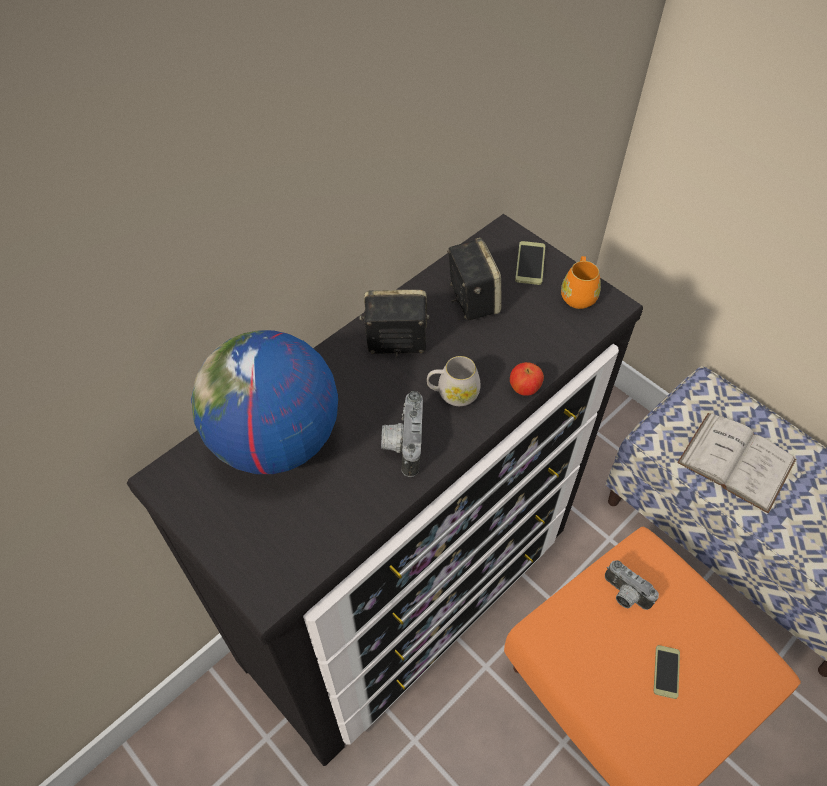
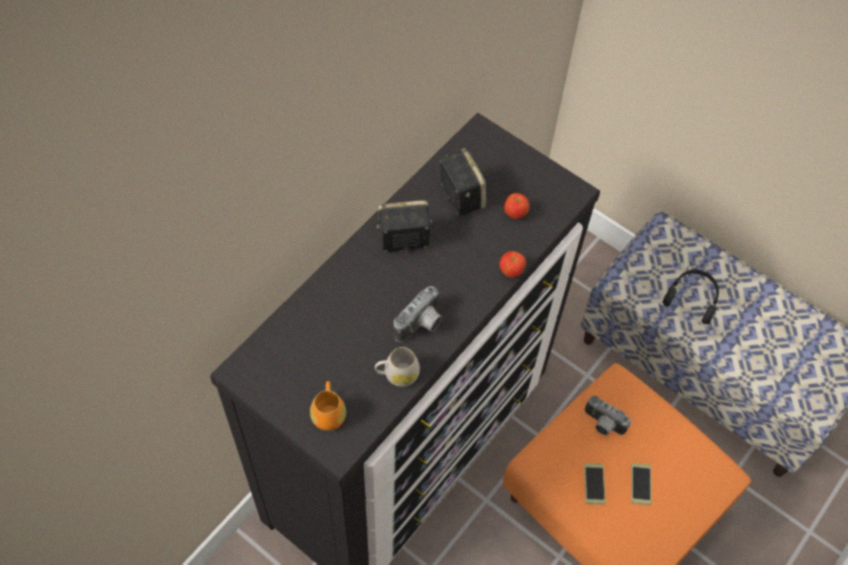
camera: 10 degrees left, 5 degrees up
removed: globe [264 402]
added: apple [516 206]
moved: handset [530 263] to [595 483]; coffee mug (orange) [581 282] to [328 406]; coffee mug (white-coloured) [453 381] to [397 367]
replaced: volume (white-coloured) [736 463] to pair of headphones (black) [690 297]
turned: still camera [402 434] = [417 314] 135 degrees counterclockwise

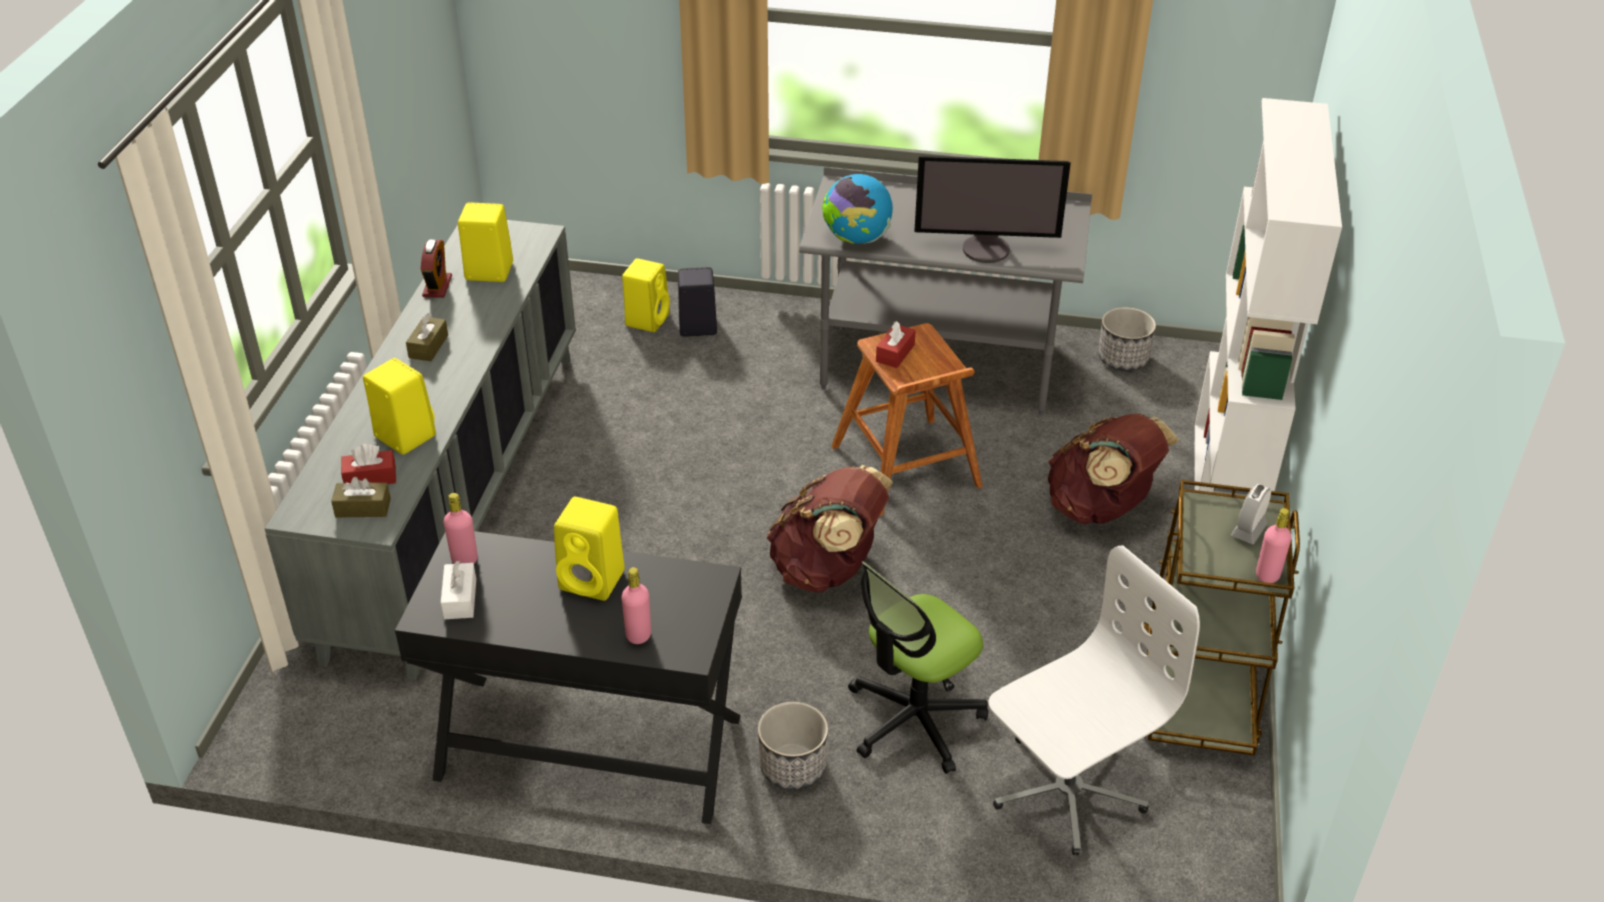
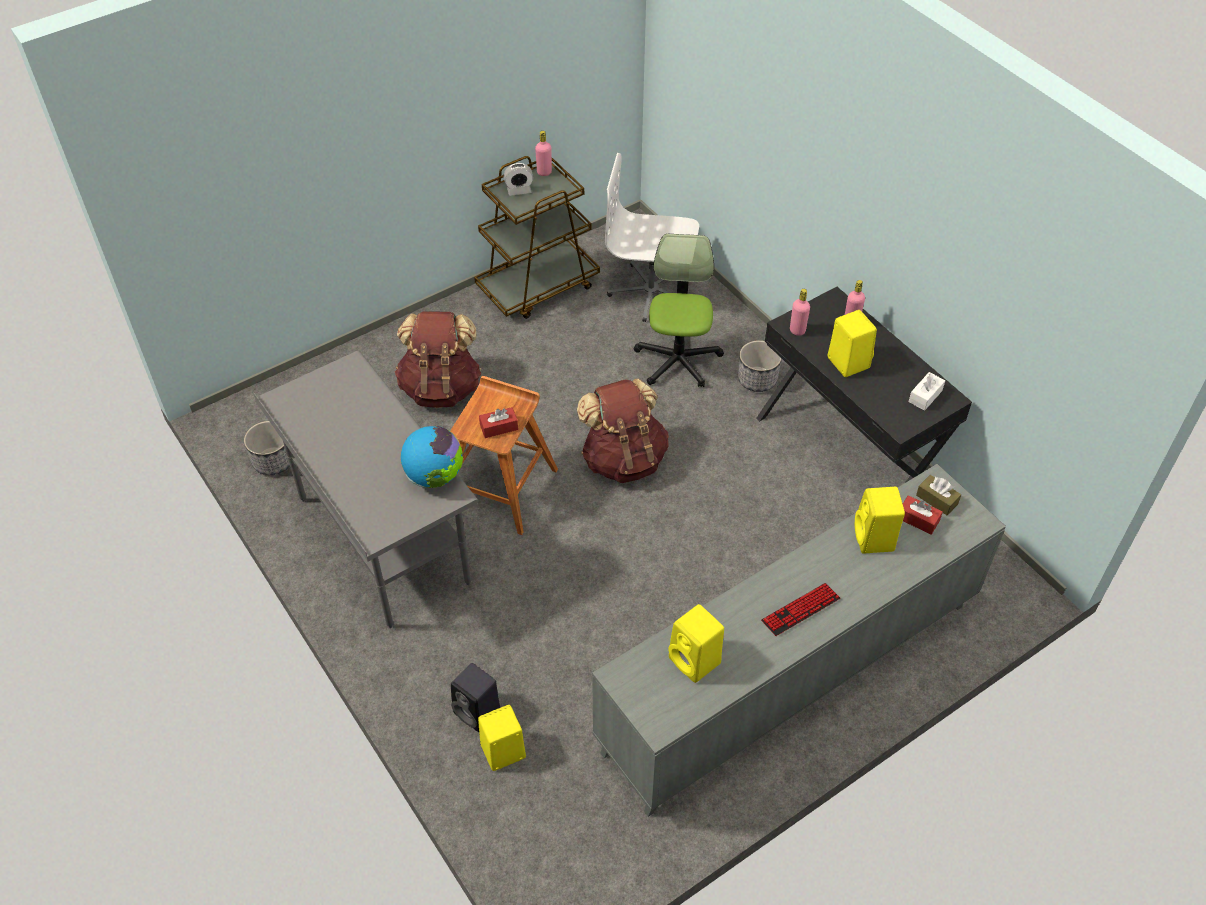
camera: 135 degrees left, 10 degrees up
removed: shelving unit (white-coloured) [1268 297]; monitor [992 209]; alarm clock [436 268]
moved: bottle (pink) [461 528] to [800 312]
replaced: tissue box (brown-coloured) [427 337] to keyboard [800 609]
turned: computer chair [918 668] = [678 310] 90 degrees counterclockwise

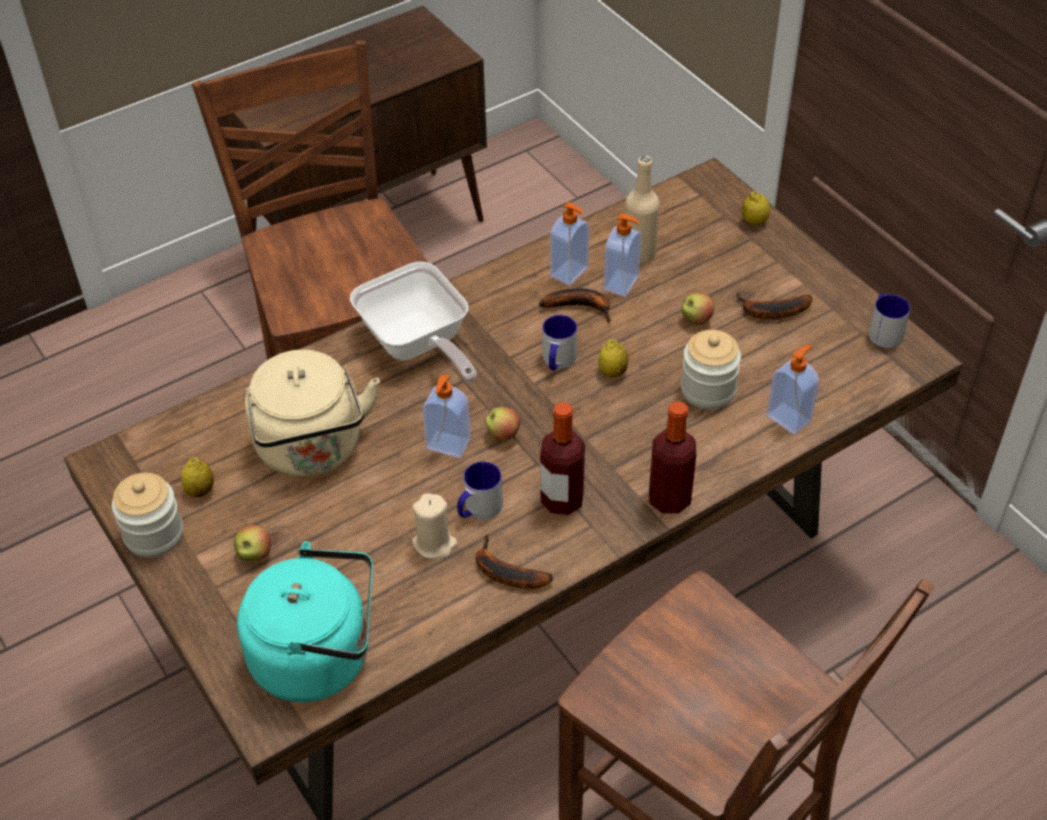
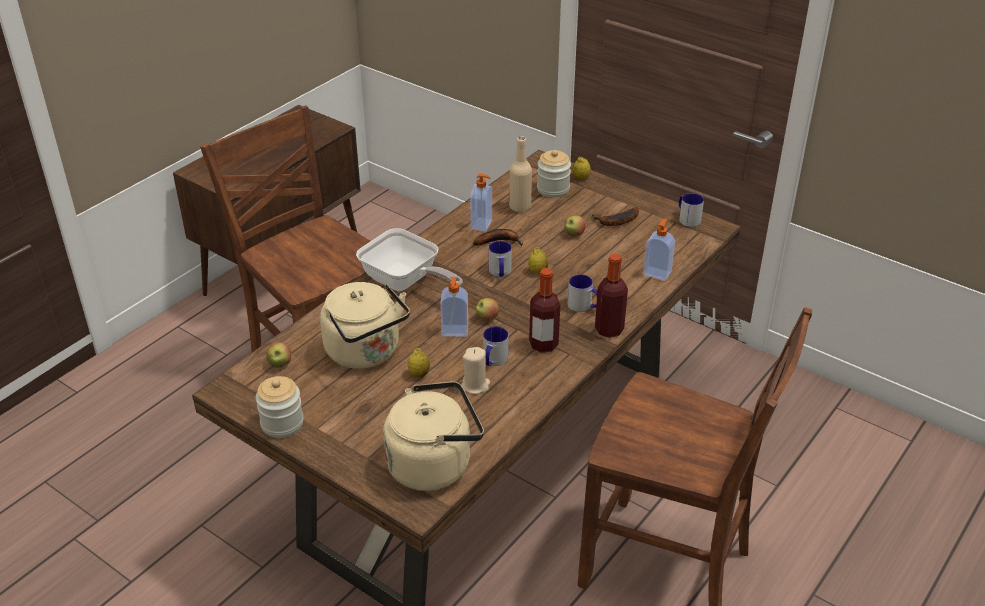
camera: 20 degrees left, 10 degrees down
removed: soap dispenser [622 255]; whole banana [514 561]
added: coffee mug [582 293]
moved: preserve jar [711 369] to [554 174]; whole lemon [197 477] to [419 362]; apple [252 543] to [278 355]
recoloured: water kettle (blue-green) [305 621] to water kettle (sand-coloured) [433 436]

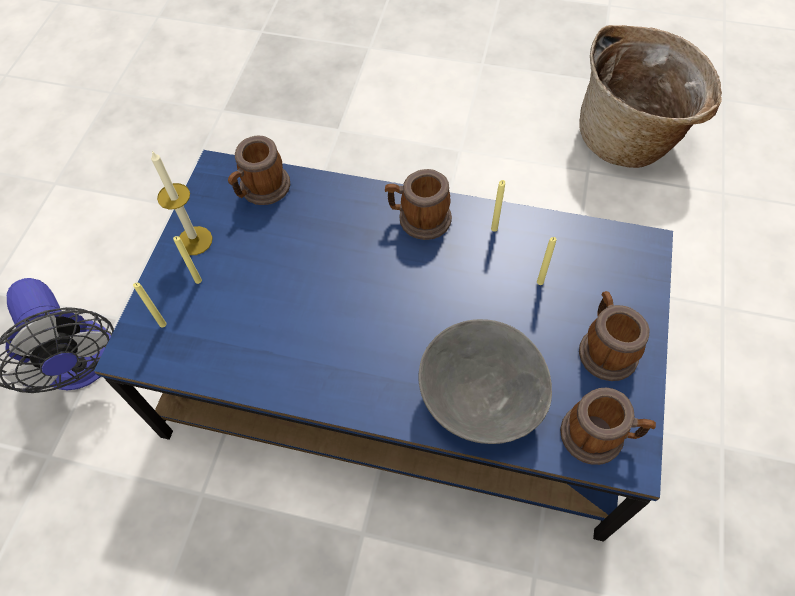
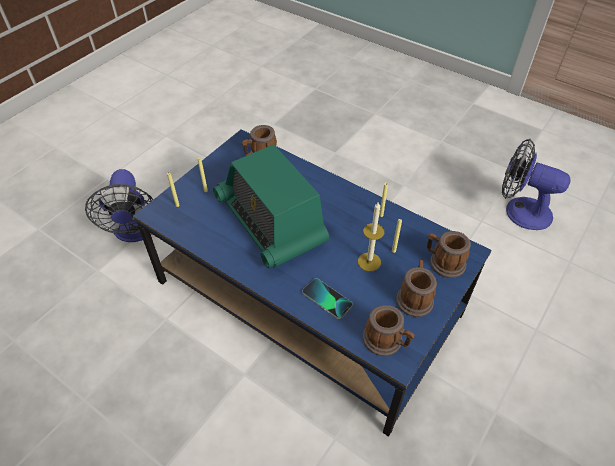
camera: 20 degrees right, 10 degrees down
added: radio set [271 206]
moved: wax light [182 203] to [371 236]; coffee mug [418 204] to [449 254]
replaced: basket [650 96] to electric fan [536 184]; bowl (grey) [485 381] to handset [327 298]

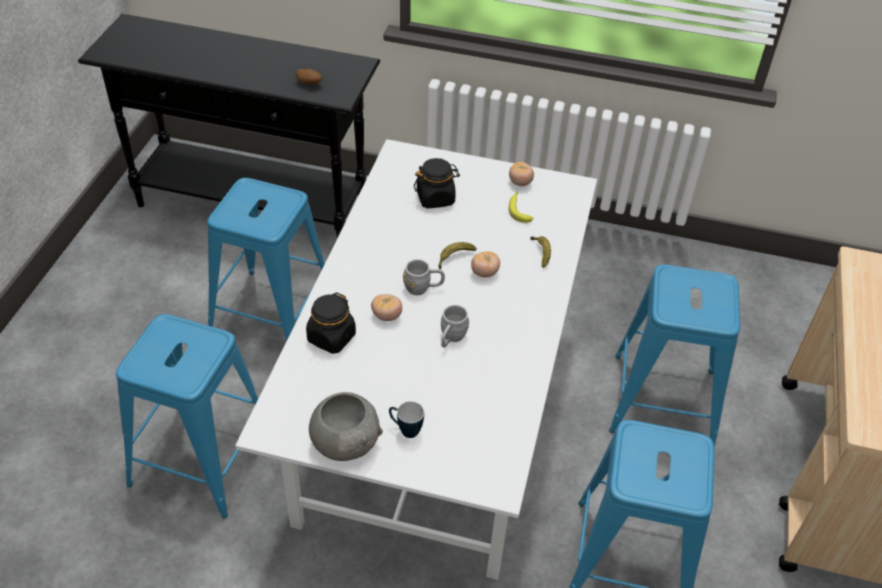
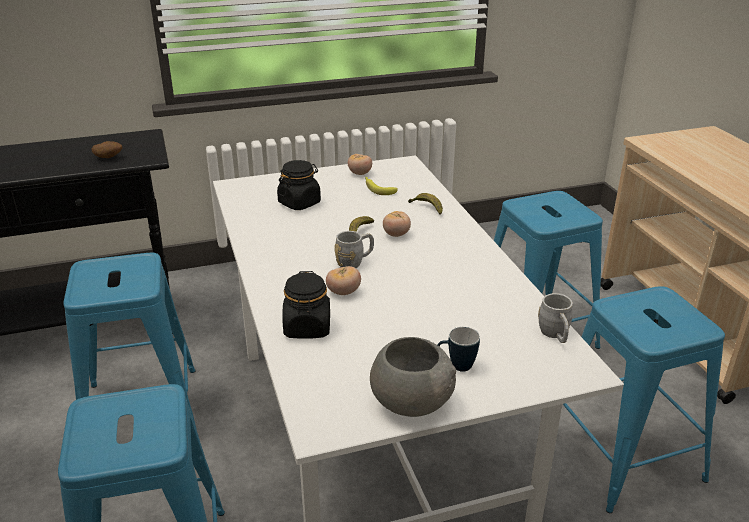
camera: 30 degrees left, 15 degrees down
moved: coffee mug (grey) [455 326] to [555 318]

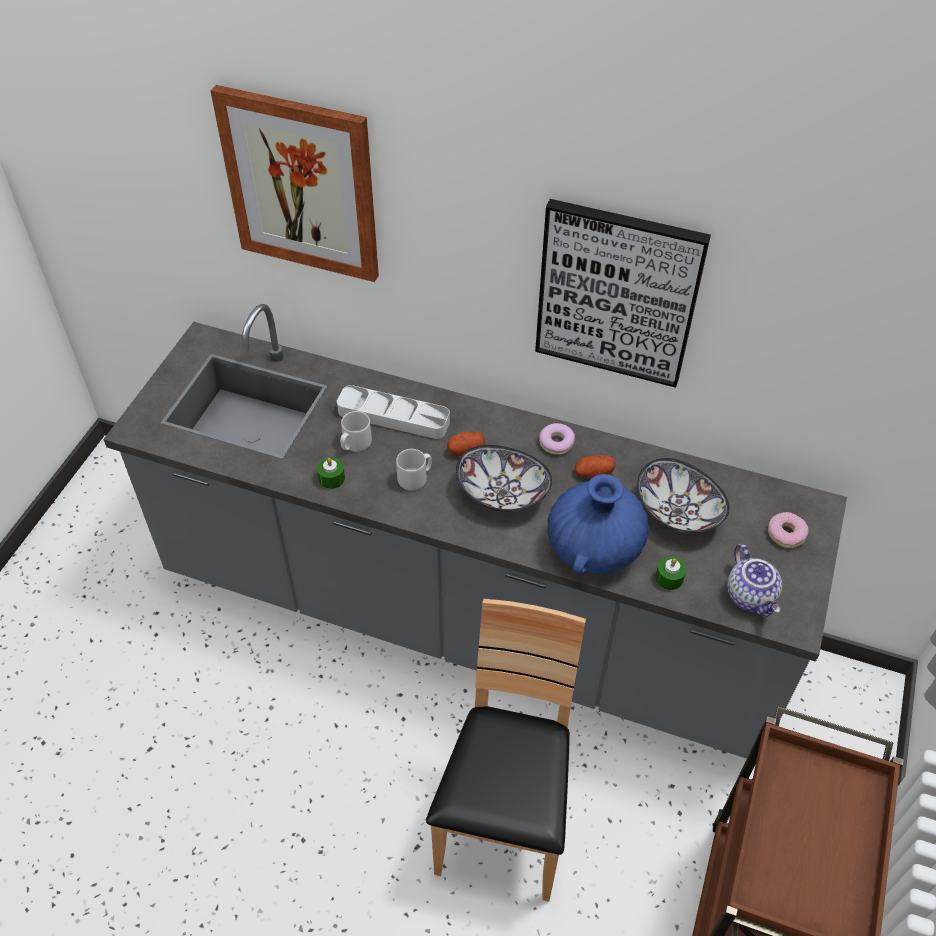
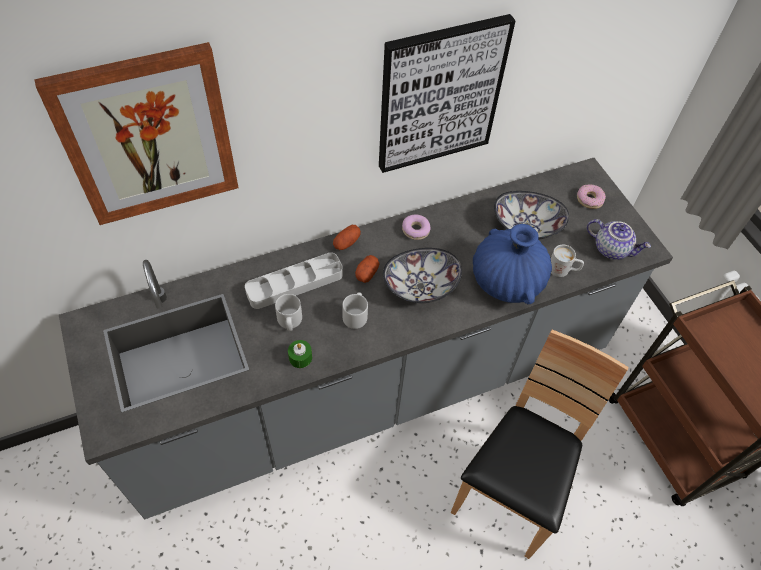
camera: 45 degrees left, 5 degrees up
moved: whole potato [595 466] to [347 237]
replaced: wax light (greenish) [671 573] to coffee mug (white-coloured) [567 261]
turned: plain chair (brown-coloured) [506 750] = [540 444] 60 degrees clockwise

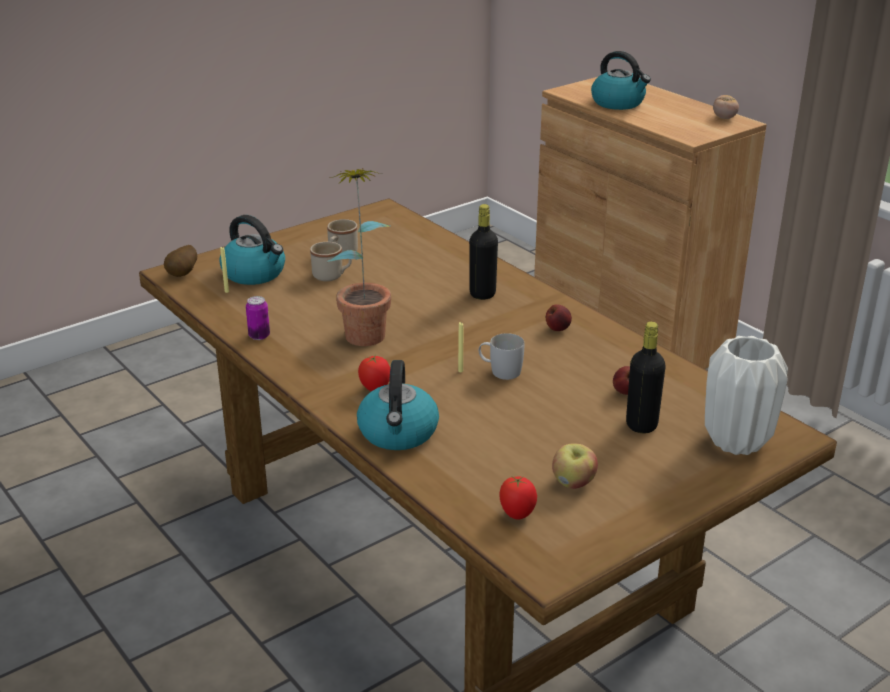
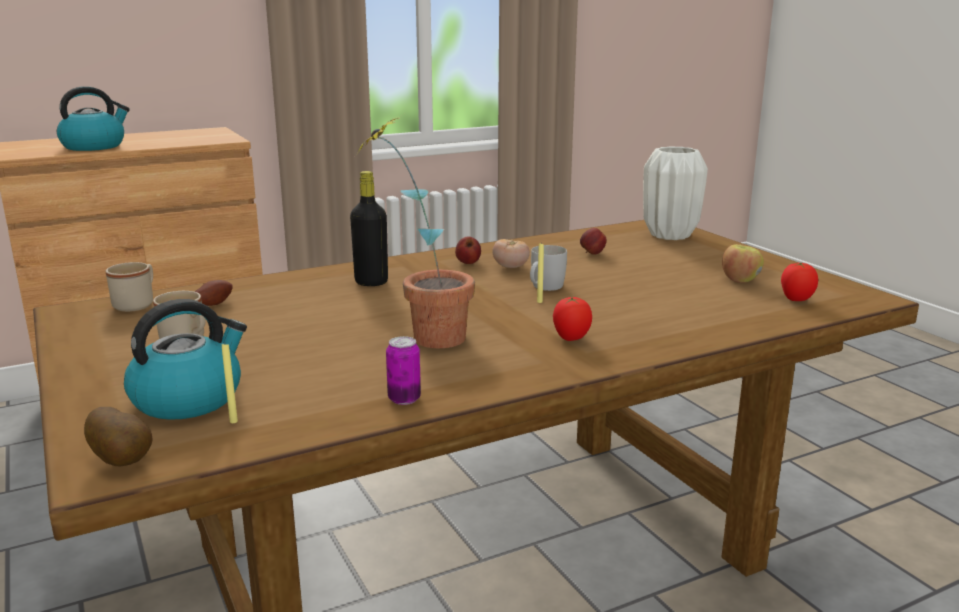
camera: 80 degrees left, 10 degrees down
removed: bottle (black) [646 377]; water kettle [398 405]
added: whole potato [213 293]
moved: whole tomato [726 107] to [511 253]; coffee mug (sand-coloured) [331 261] to [129 287]

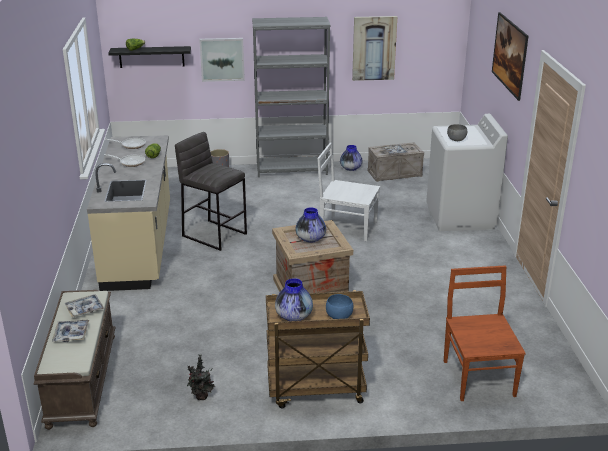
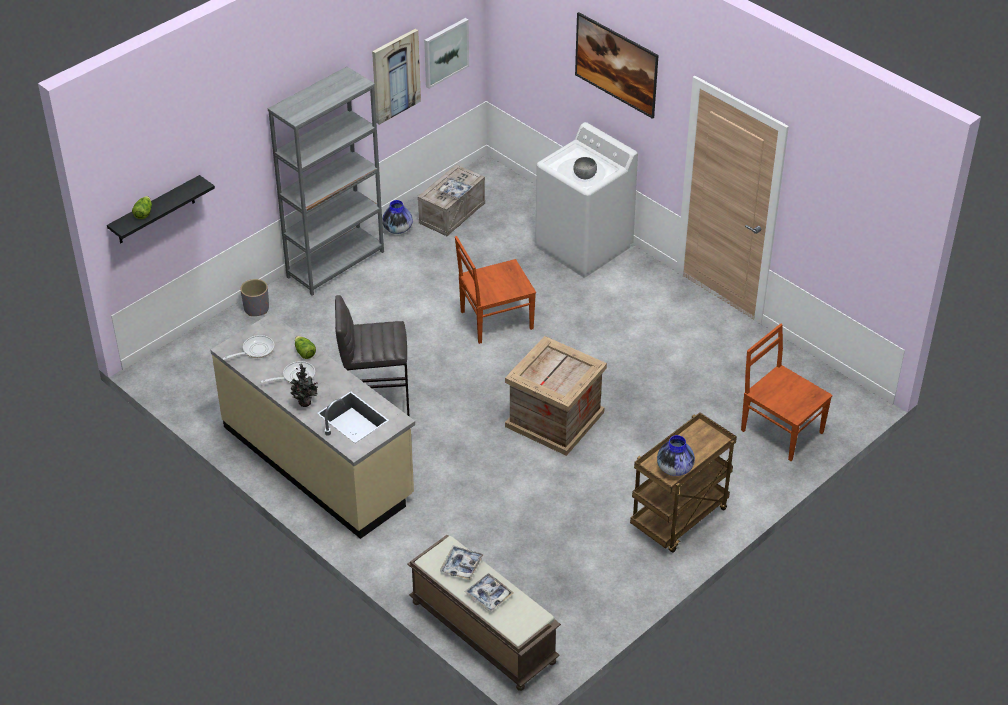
camera: 40 degrees left, 15 degrees up
removed: vase [310 225]; bowl (blue) [339 306]
moved: wall picture [222 60] to [446 53]; plant in a pot [201 377] to [304 385]
recoloured: plain chair (white-coloured) [348 192] to plain chair (brown-coloured) [495 290]

